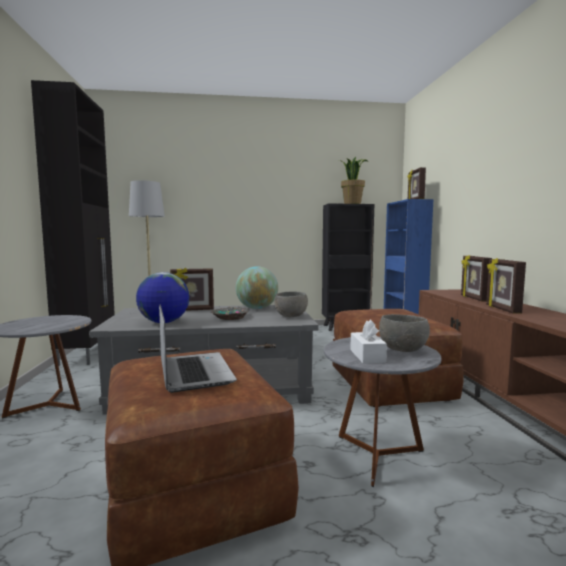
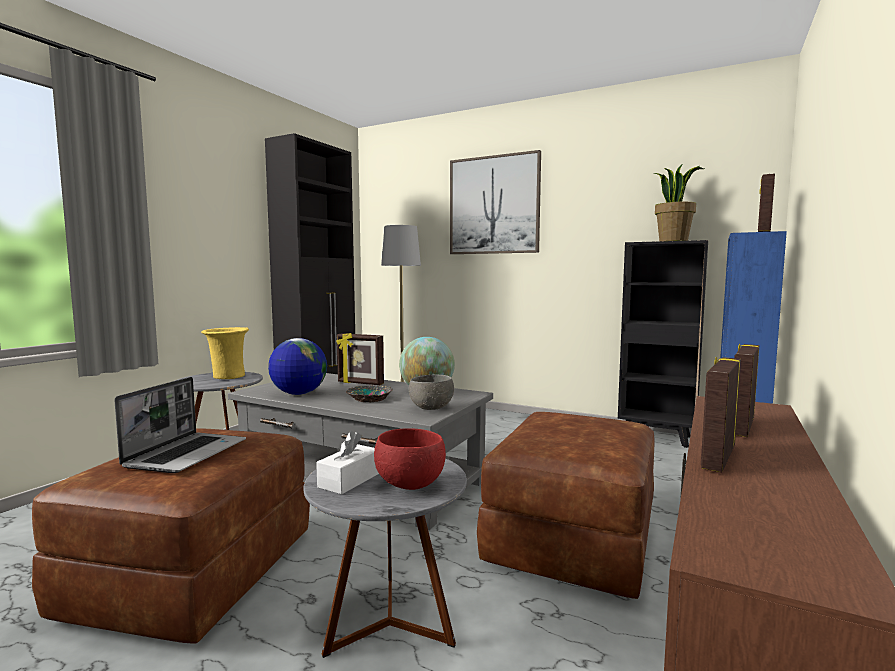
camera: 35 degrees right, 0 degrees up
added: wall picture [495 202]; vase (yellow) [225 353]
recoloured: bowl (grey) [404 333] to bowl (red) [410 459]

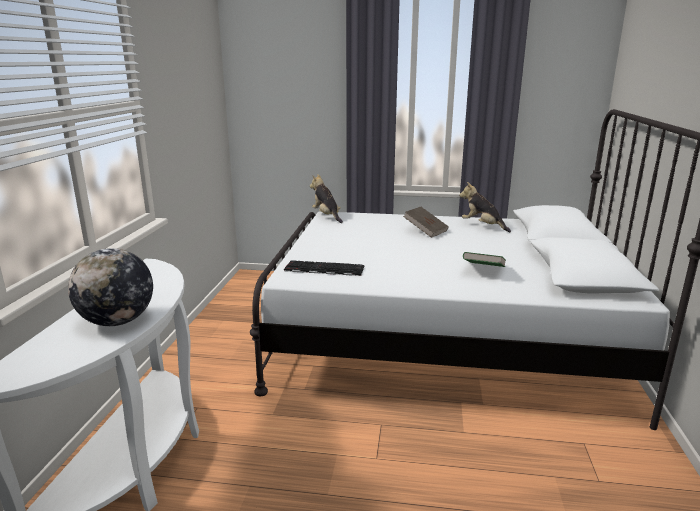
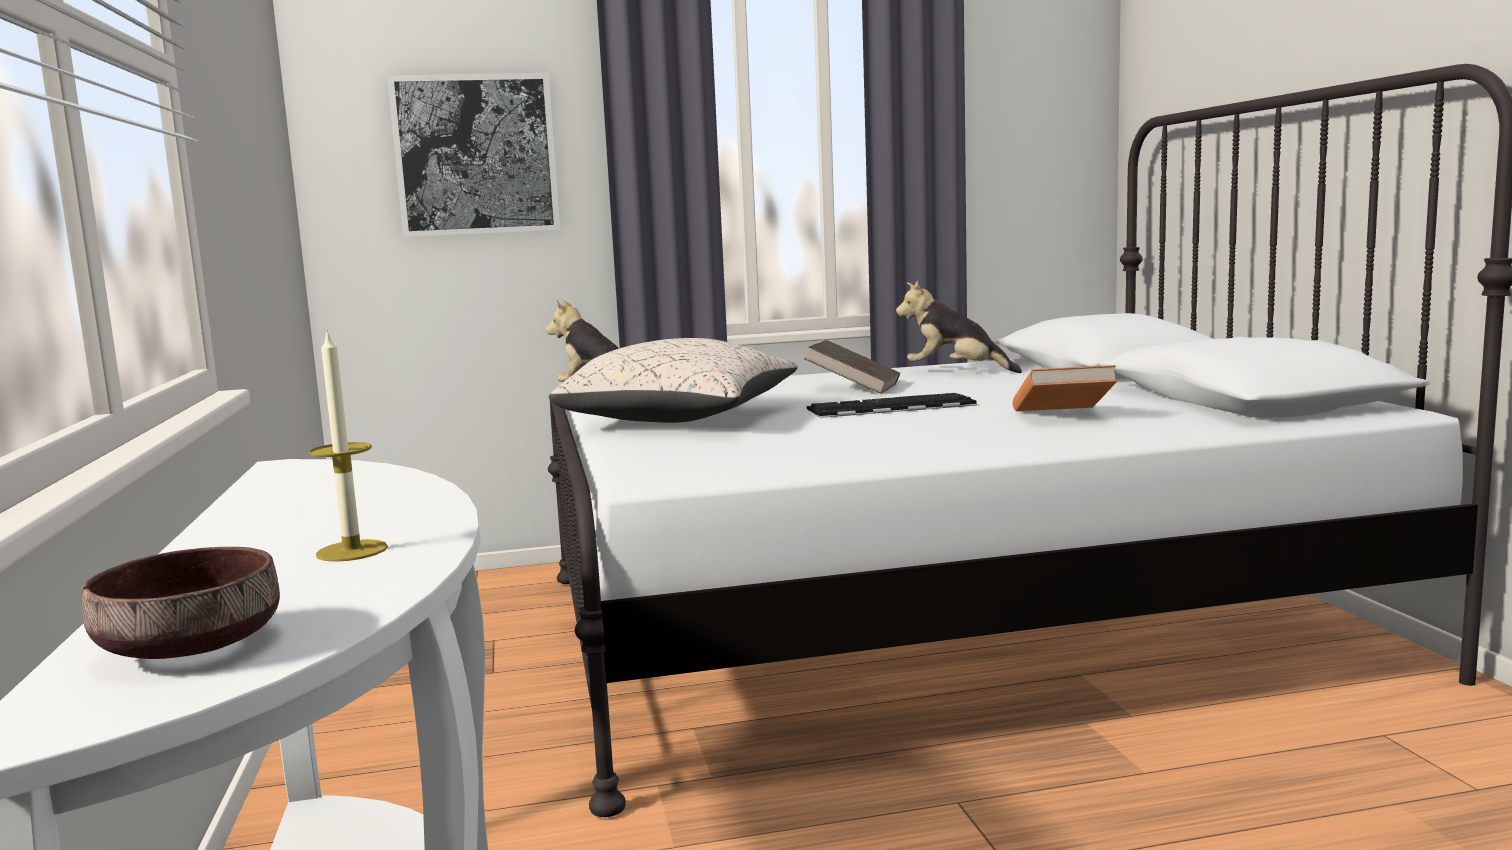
camera: 20 degrees left, 10 degrees down
added: wall picture [473 155]; cushion (sand-coloured) [673 380]; bowl (brown-coloured) [181 603]
moved: keyboard [324 268] to [892 405]
replaced: globe [110 287] to wax light [348 445]
recoloured: volume (greenish) [484 259] to volume (orange) [1064 388]

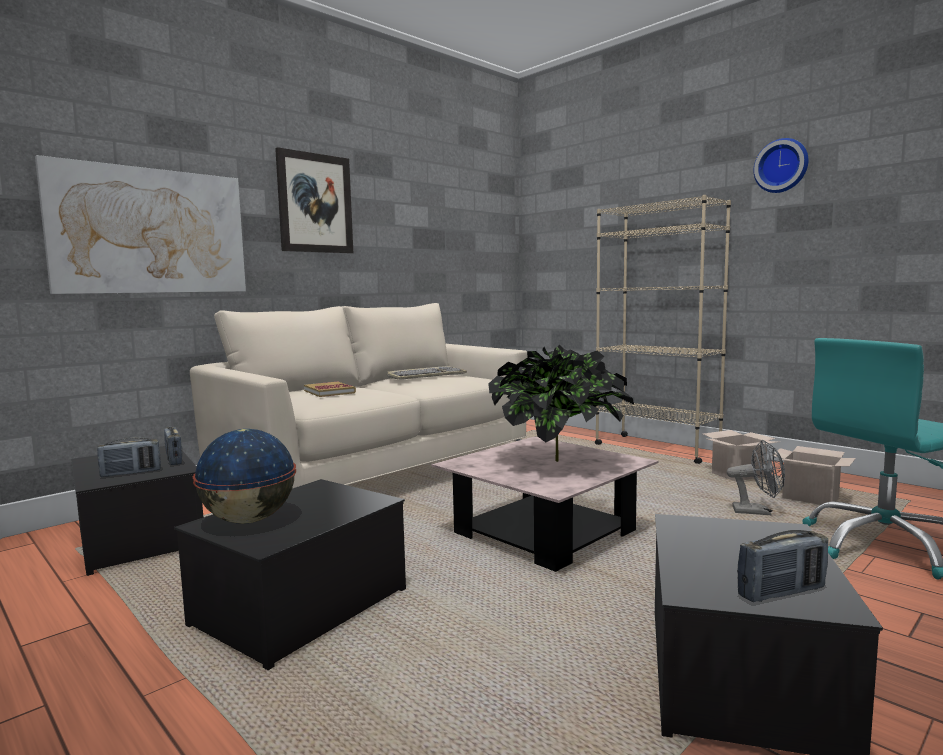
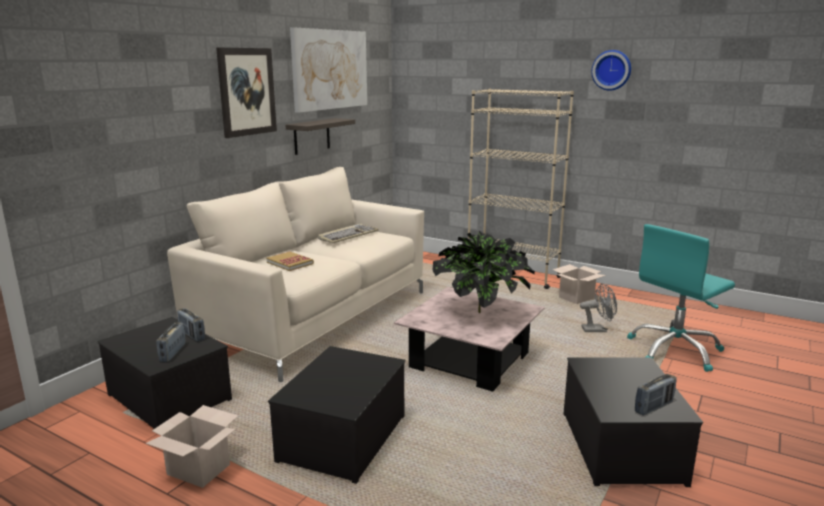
camera: 15 degrees left, 10 degrees up
removed: globe [244 476]
added: shelf [320 136]
moved: wall picture [140 224] to [328 70]; packing box [814 475] to [192 446]
turned: radio set [129 457] = [171 342] 135 degrees clockwise

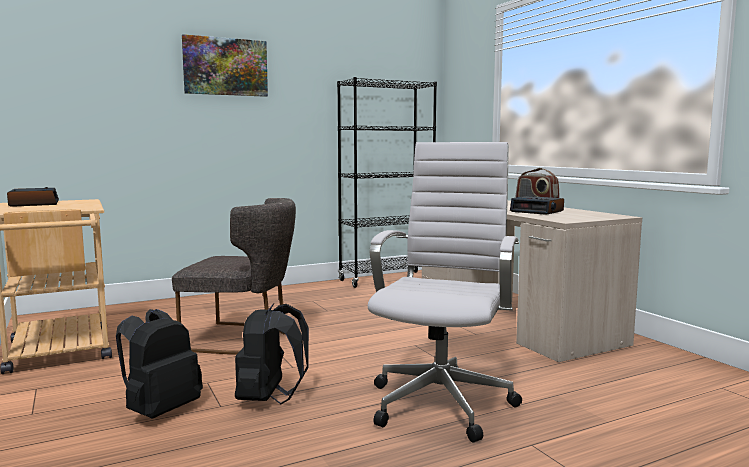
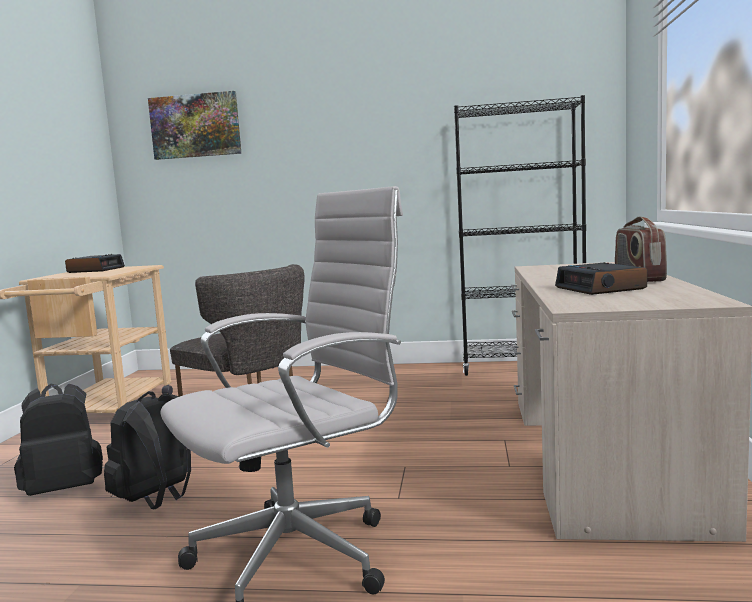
camera: 35 degrees right, 0 degrees up
moved: wall picture [225 65] to [194 125]

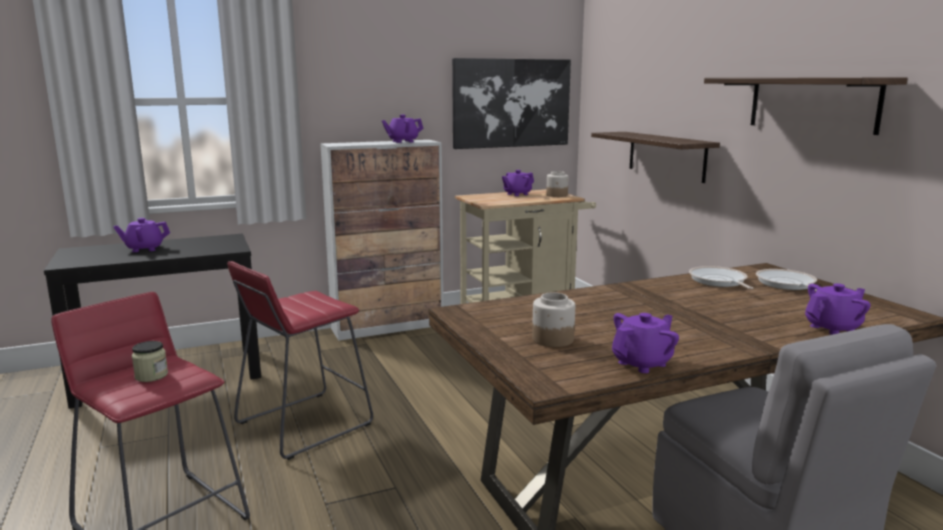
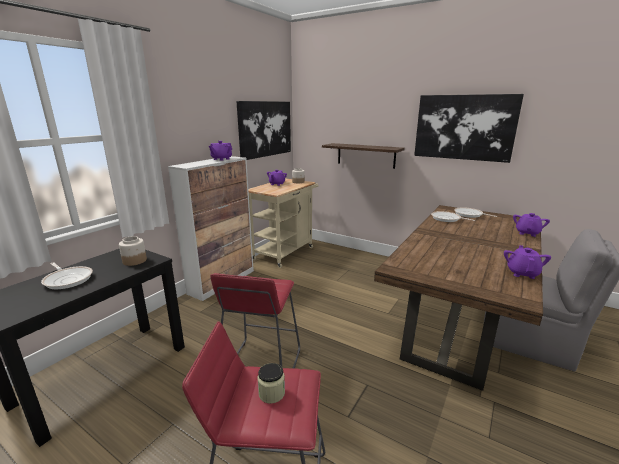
camera: 35 degrees left, 5 degrees up
moved: preserve jar [553 319] to [133 251]
replaced: shelf [806 106] to wall picture [469 128]; tea pot (purple) [141 235] to frying pan [67 275]

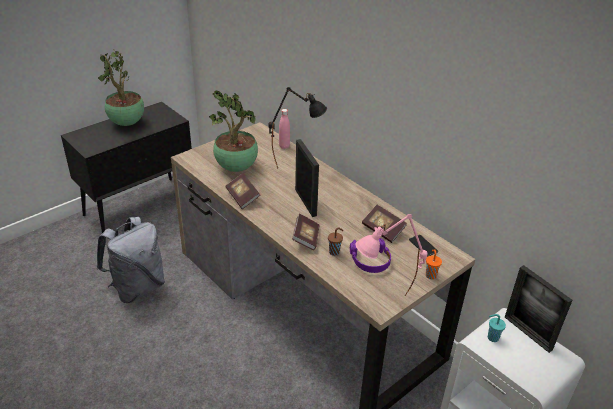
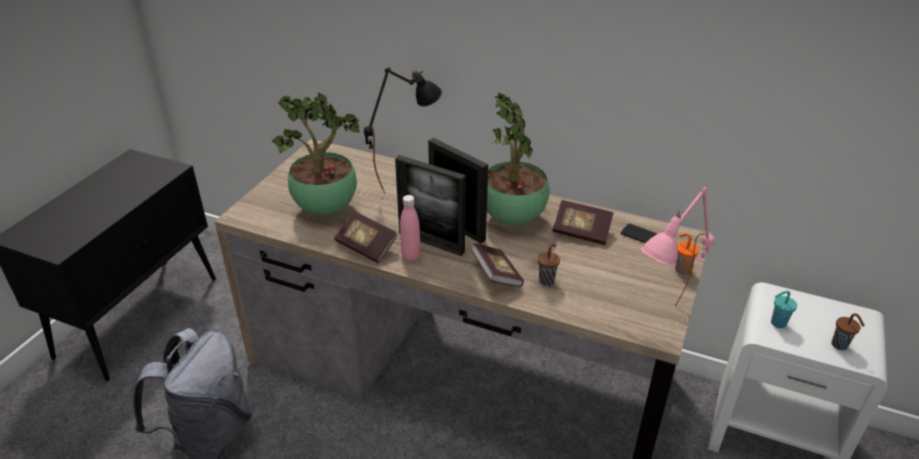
camera: 25 degrees left, 0 degrees up
removed: pair of headphones (purple) [370 255]
added: small cup (brown-coloured) [848 331]
moved: plant in a pot [121 87] to [518 159]; bottle (pink) [284 129] to [410 228]; photo frame [538 309] to [430 205]

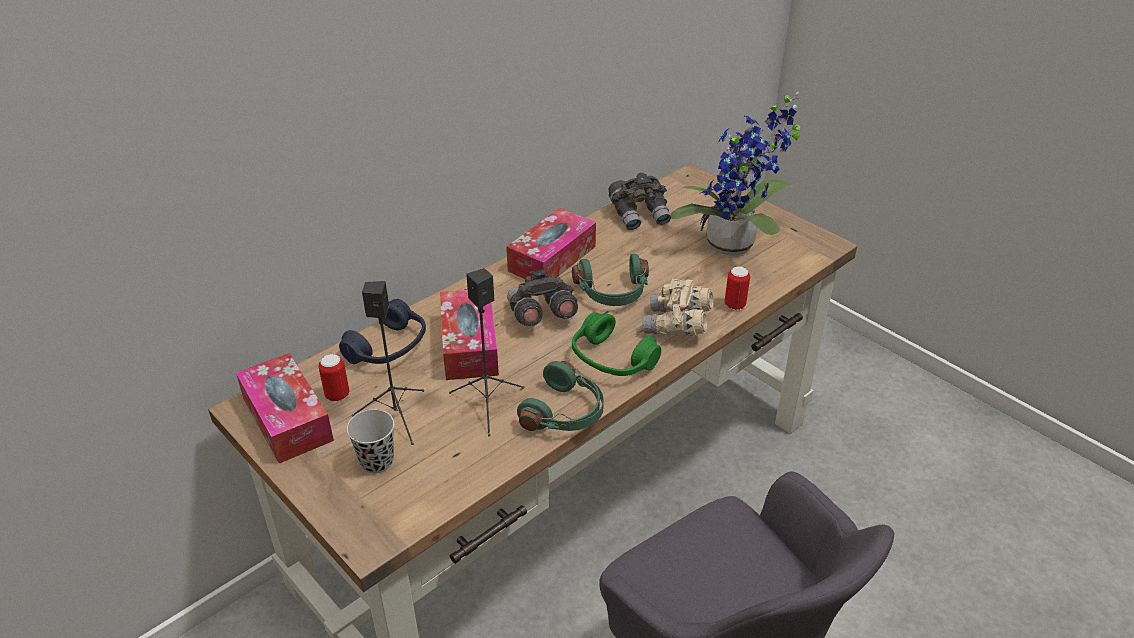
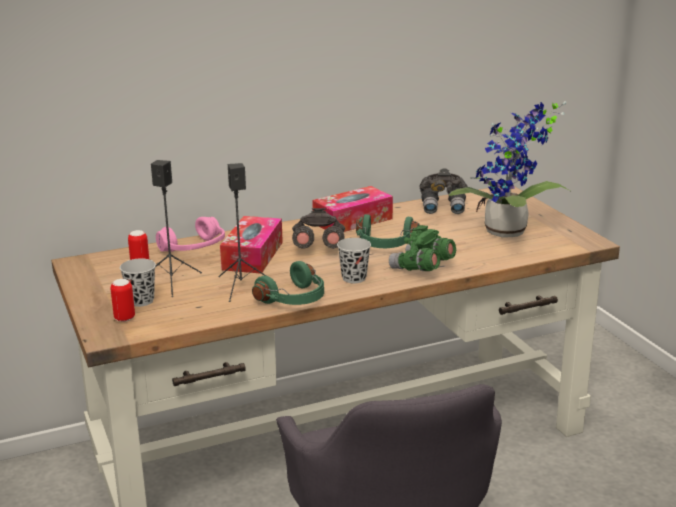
camera: 20 degrees right, 15 degrees down
removed: tissue box [285 408]
moved: can [737 288] to [122 300]
replaced: pair of headphones (greenish) [616 344] to small cup (black) [354 260]
recoloured: pair of binoculars (sand-coloured) [678 307] to pair of binoculars (greenish) [422 248]; pair of headphones (blue) [382 331] to pair of headphones (pink) [190 234]

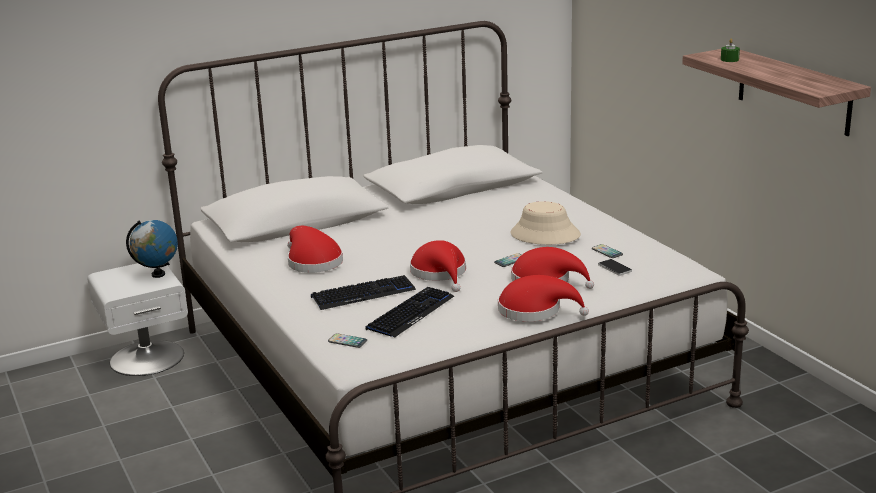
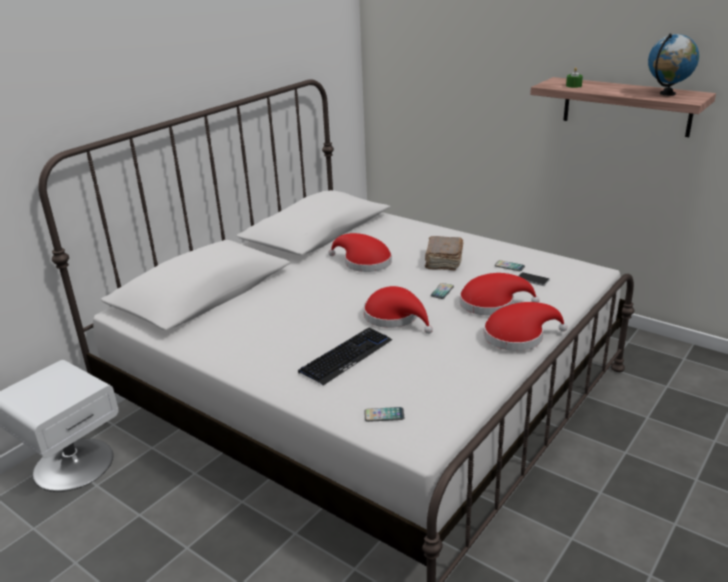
camera: 25 degrees left, 5 degrees up
removed: keyboard [409 312]
moved: globe [152 249] to [673 64]; hat (red) [315 249] to [360 252]
replaced: hat (sand-coloured) [545 223] to volume (brown-coloured) [444 253]

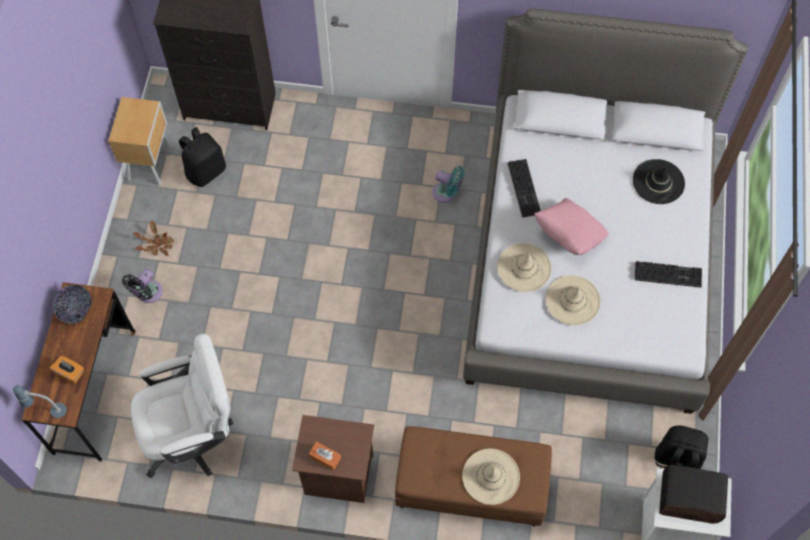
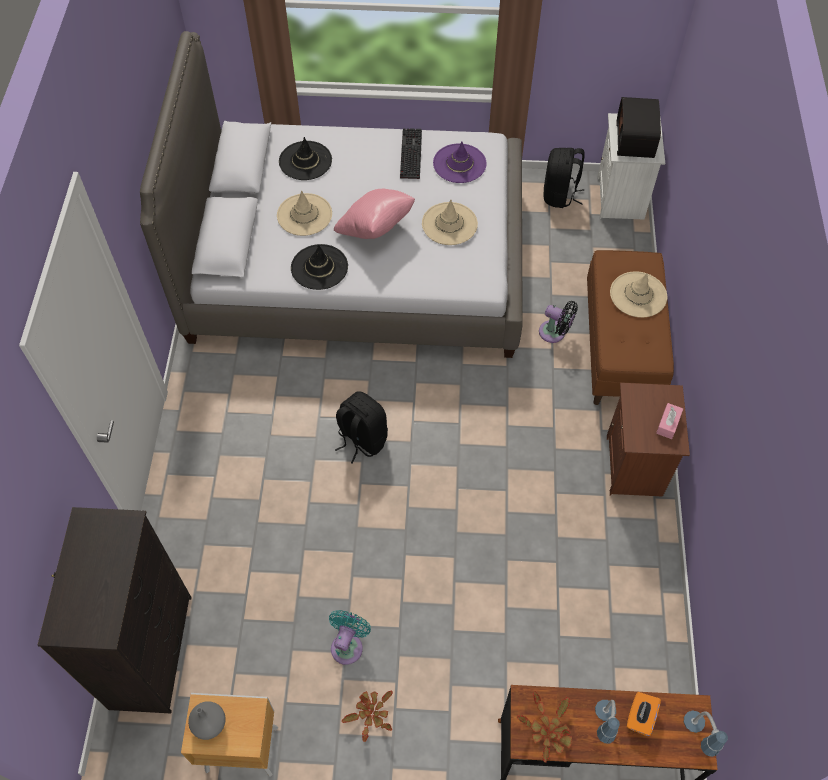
camera: 95 degrees left, 5 degrees down
removed: computer chair (white-coloured) [182 406]
added: hat (purple) [459 162]; lamp for a table [607 721]; vase (grey) [207 720]
moved: backpack (black) [202 157] to [361 427]; electric fan (blue-green) [448 184] to [350 637]; hat (sand-coloured) [524 267] to [304 213]; electric fan (black) [142 286] to [558 322]
replaced: keyboard [524 188] to hat (black) [319 267]; bowl [72 304] to plant in a pot [544 726]
recoloured: tissue box (orange) [325 456] to tissue box (pink) [669 421]

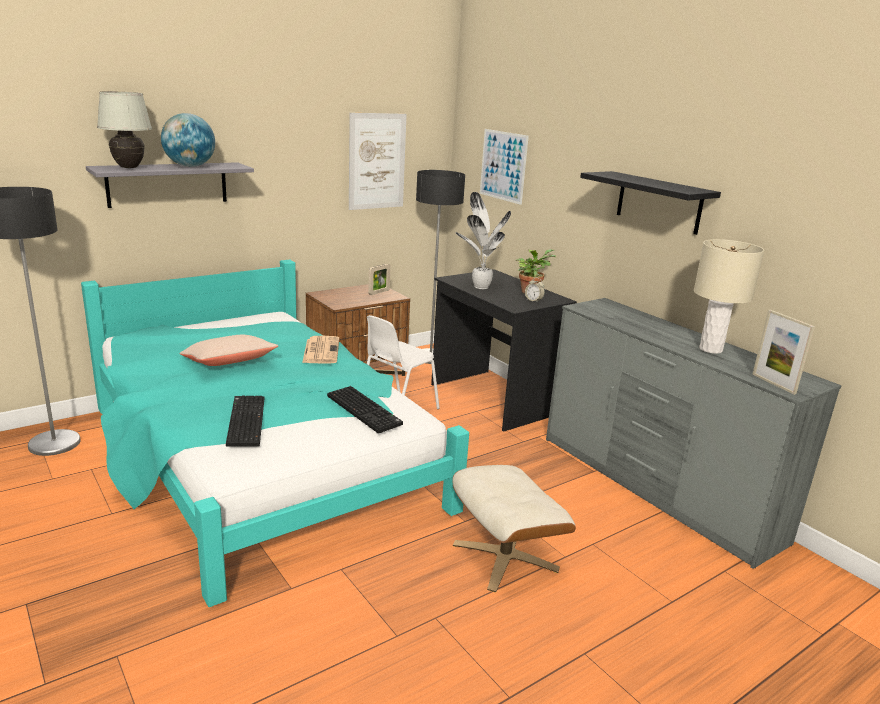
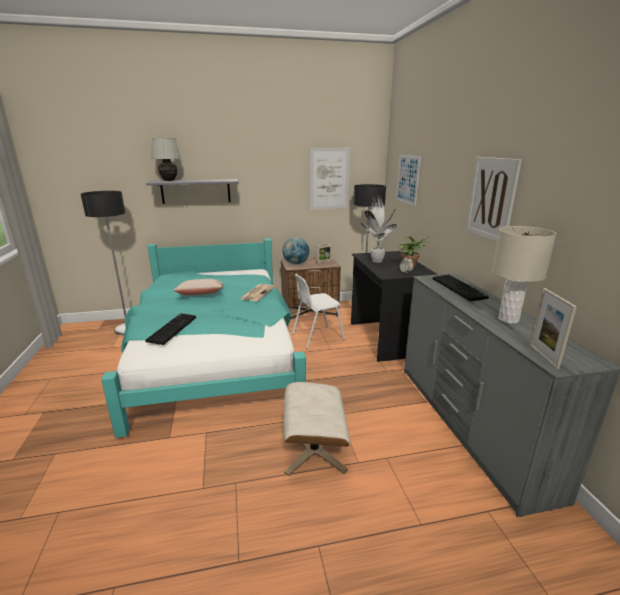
camera: 25 degrees right, 0 degrees up
moved: globe [188 140] to [296 250]; keyboard [365 410] to [461 288]
replaced: shelf (black) [650 203] to wall picture [493 199]

